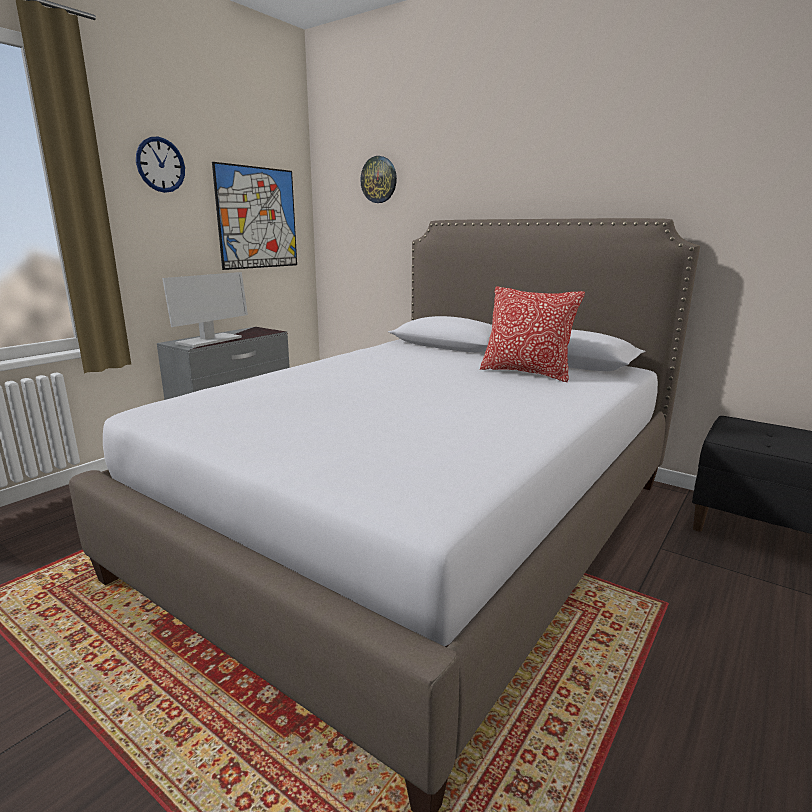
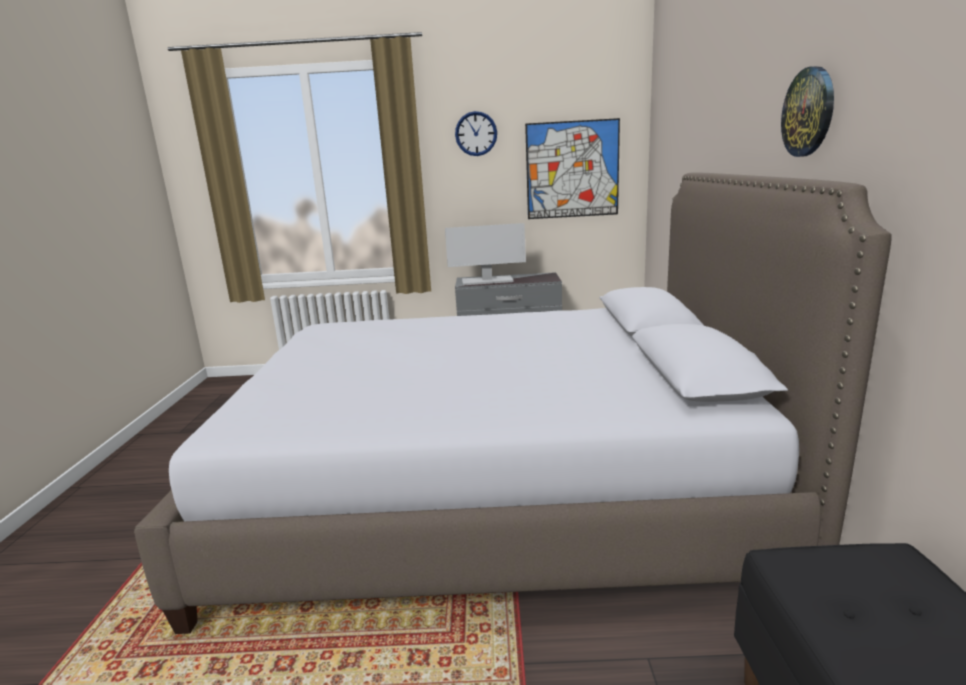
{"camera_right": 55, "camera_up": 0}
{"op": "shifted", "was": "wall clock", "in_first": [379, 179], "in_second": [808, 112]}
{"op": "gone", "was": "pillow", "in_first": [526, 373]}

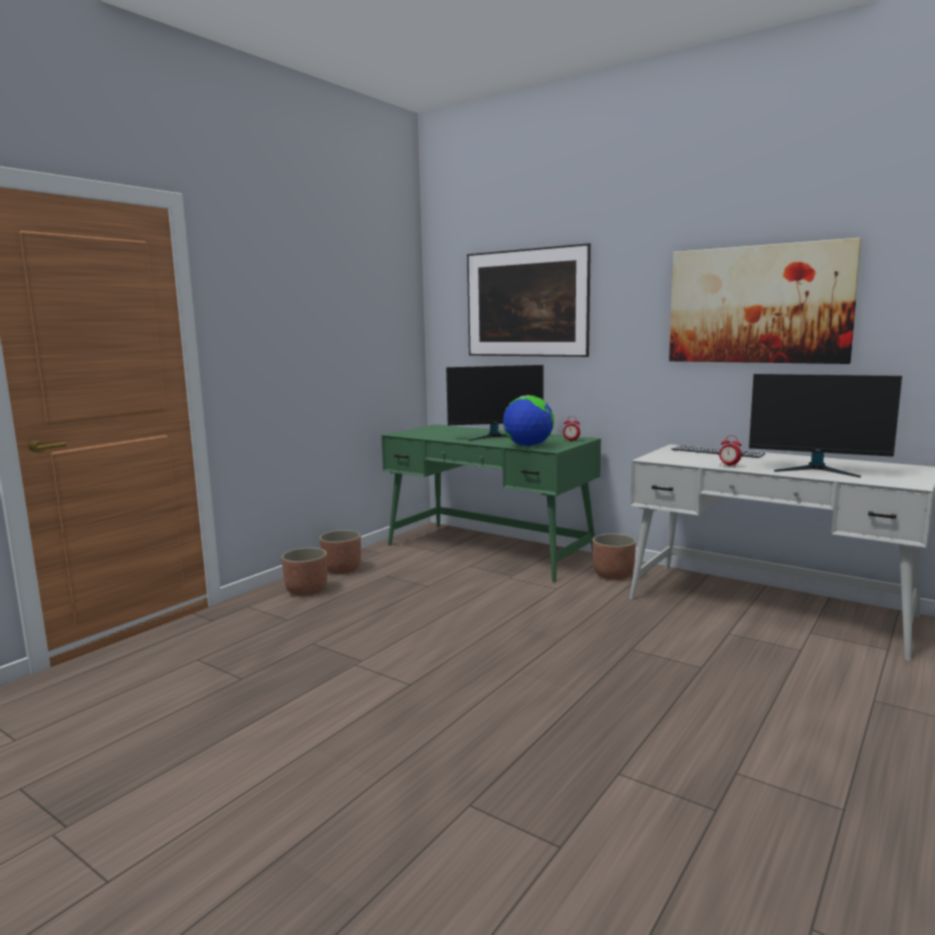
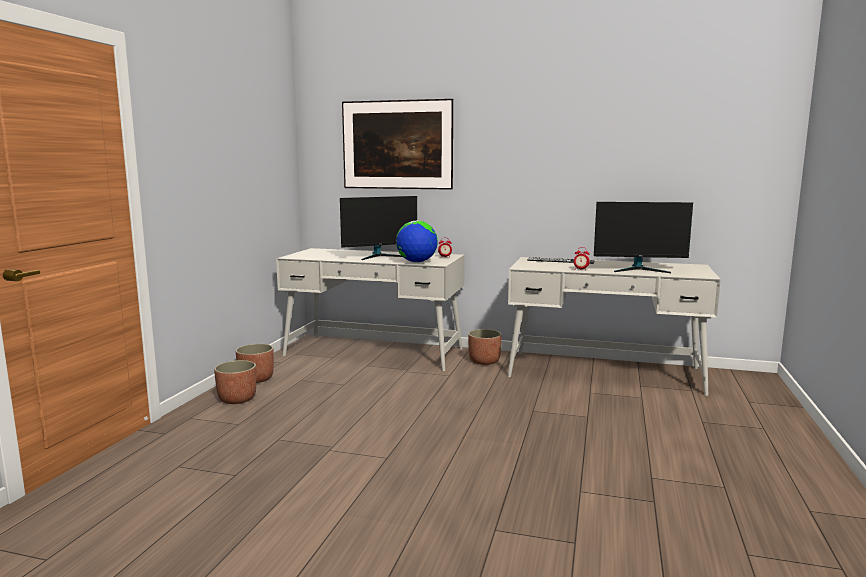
{"camera_right": -20, "camera_up": 0}
{"op": "repainted", "was": "green desk", "now": "white desk", "in_first": [489, 550], "in_second": [374, 352]}
{"op": "gone", "was": "picture", "in_first": [758, 304]}

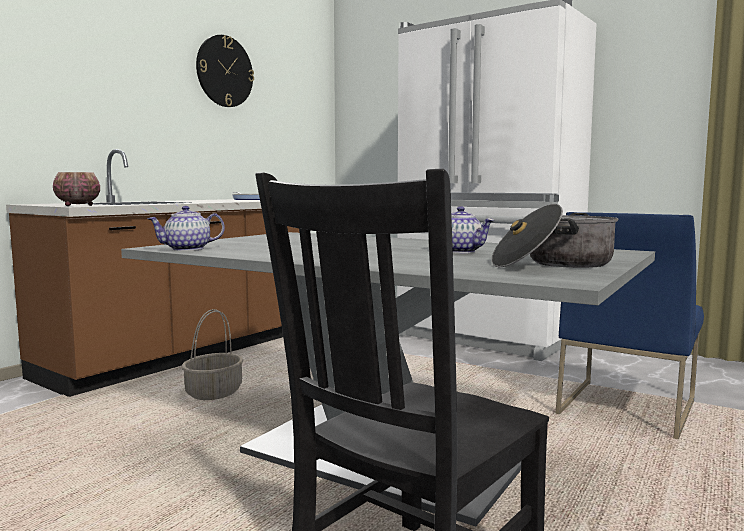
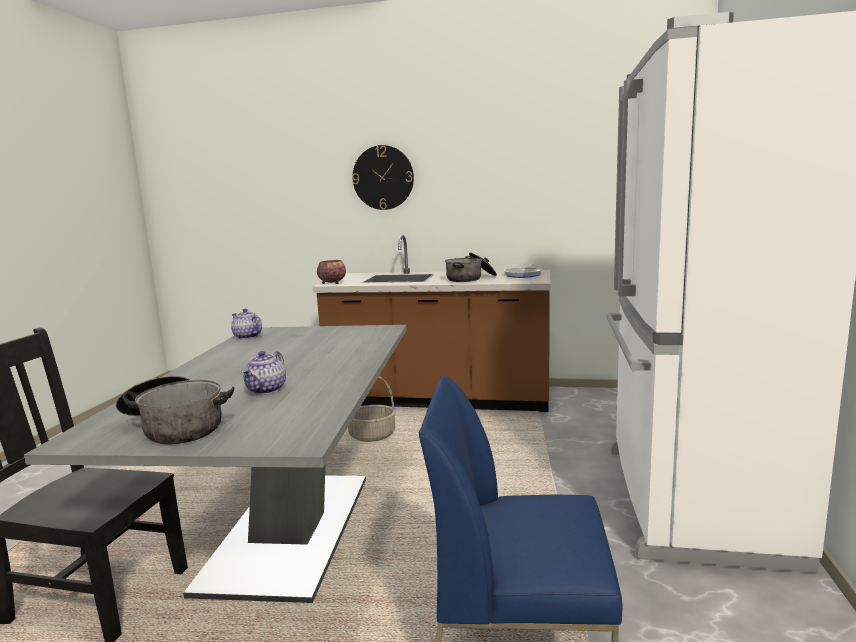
{"camera_right": 65, "camera_up": 5}
{"op": "shifted", "was": "wall clock", "in_first": [224, 71], "in_second": [383, 177]}
{"op": "new", "now": "cooking pot", "in_second": [471, 278]}

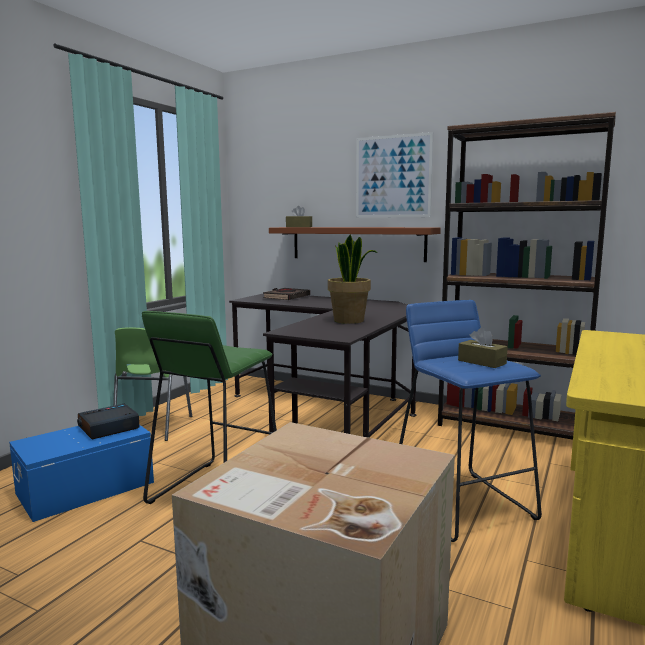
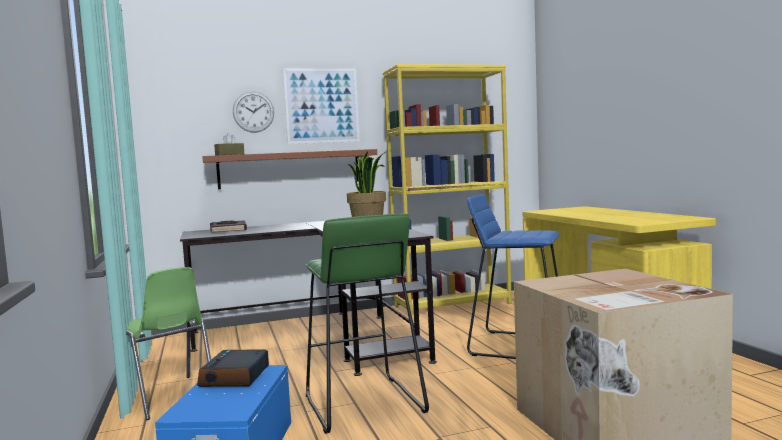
{"camera_right": -45, "camera_up": -5}
{"op": "repainted", "was": "brown bookcase", "now": "yellow bookcase", "in_first": [511, 427], "in_second": [452, 305]}
{"op": "gone", "was": "brown tissue box", "in_first": [481, 362]}
{"op": "new", "now": "wall clock", "in_second": [253, 112]}

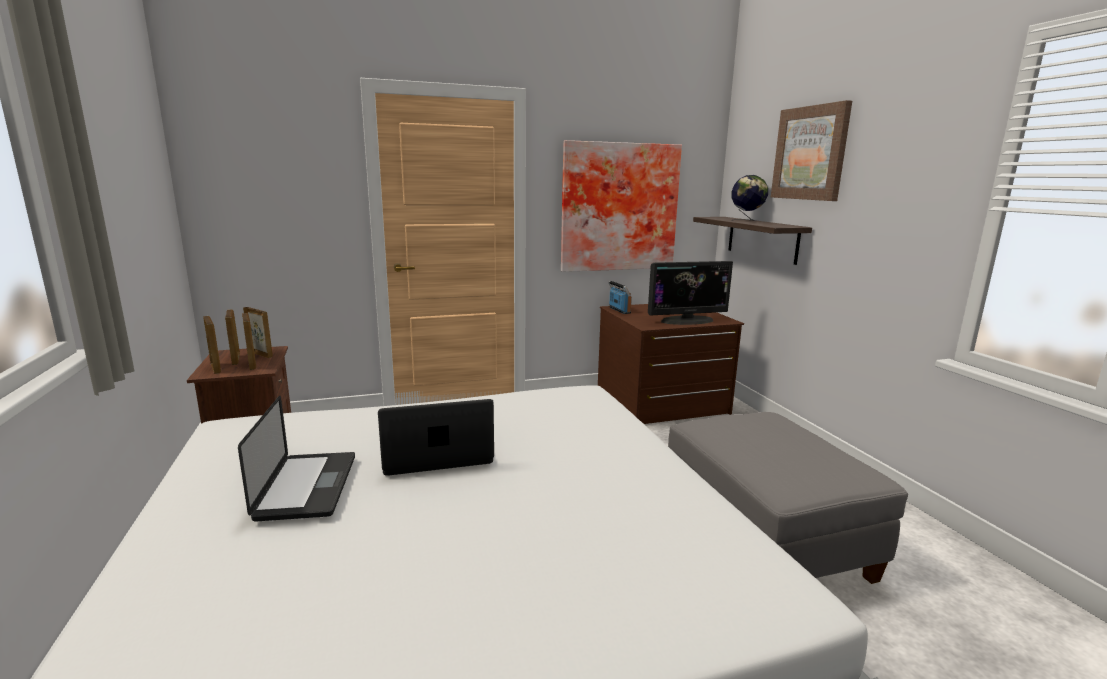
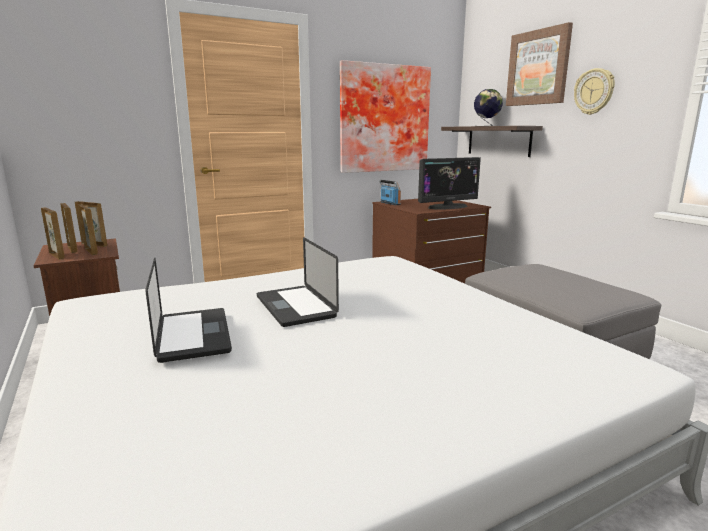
{"camera_right": -10, "camera_up": 0}
{"op": "rotated", "was": "laptop", "in_first": [437, 456], "in_second": [295, 307], "clockwise": -90}
{"op": "new", "now": "wall clock", "in_second": [594, 91]}

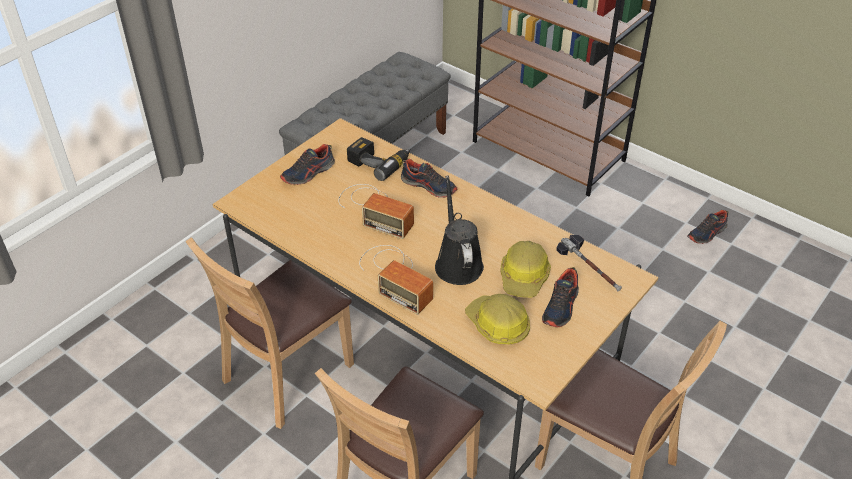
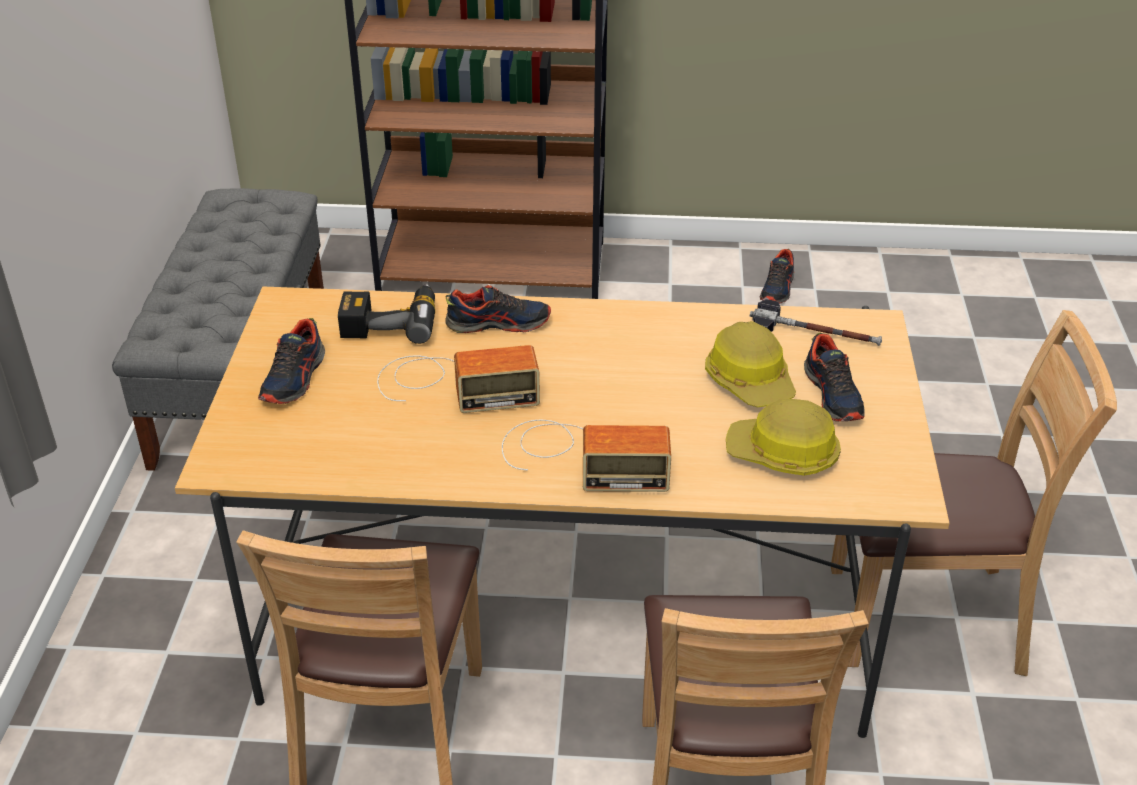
{"camera_right": -35, "camera_up": -5}
{"op": "gone", "was": "black watering can", "in_first": [457, 263]}

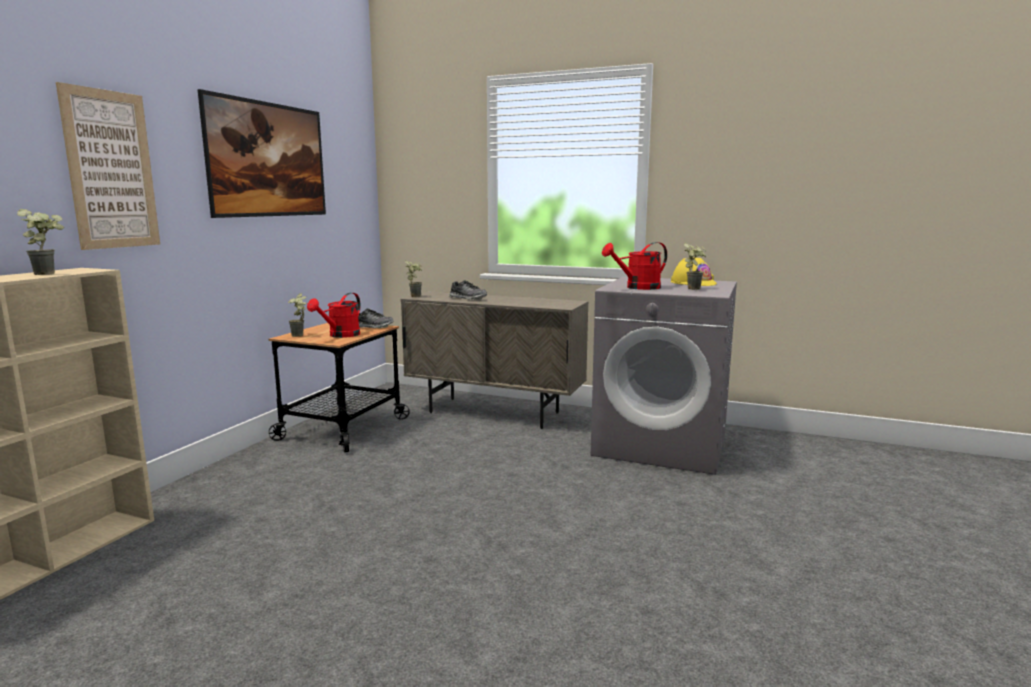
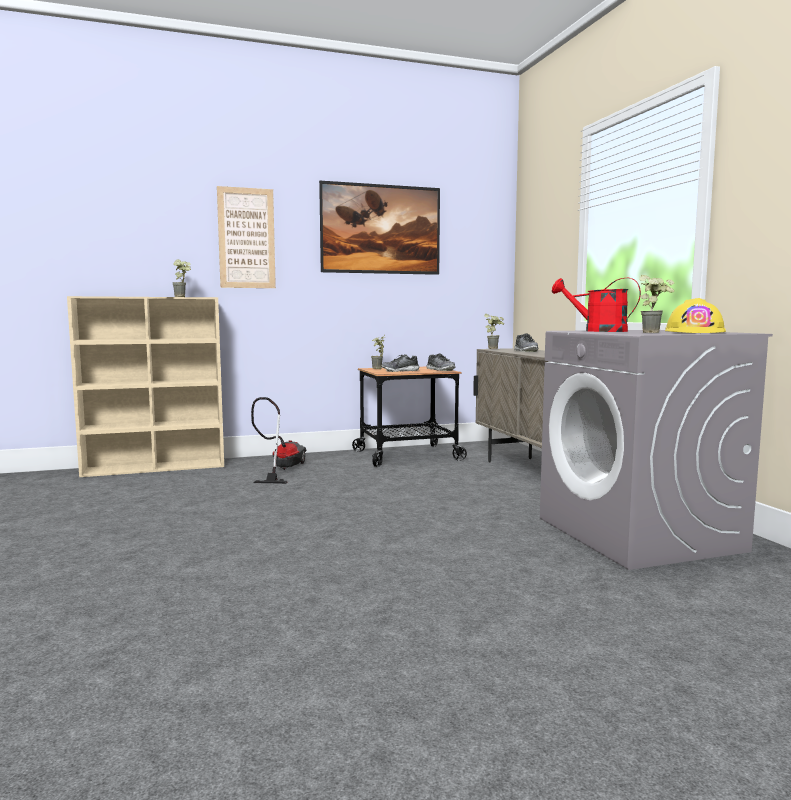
{"camera_right": 50, "camera_up": -5}
{"op": "swapped", "was": "red watering can", "now": "shoe", "in_first": [340, 335], "in_second": [400, 371]}
{"op": "new", "now": "vacuum cleaner", "in_second": [281, 469]}

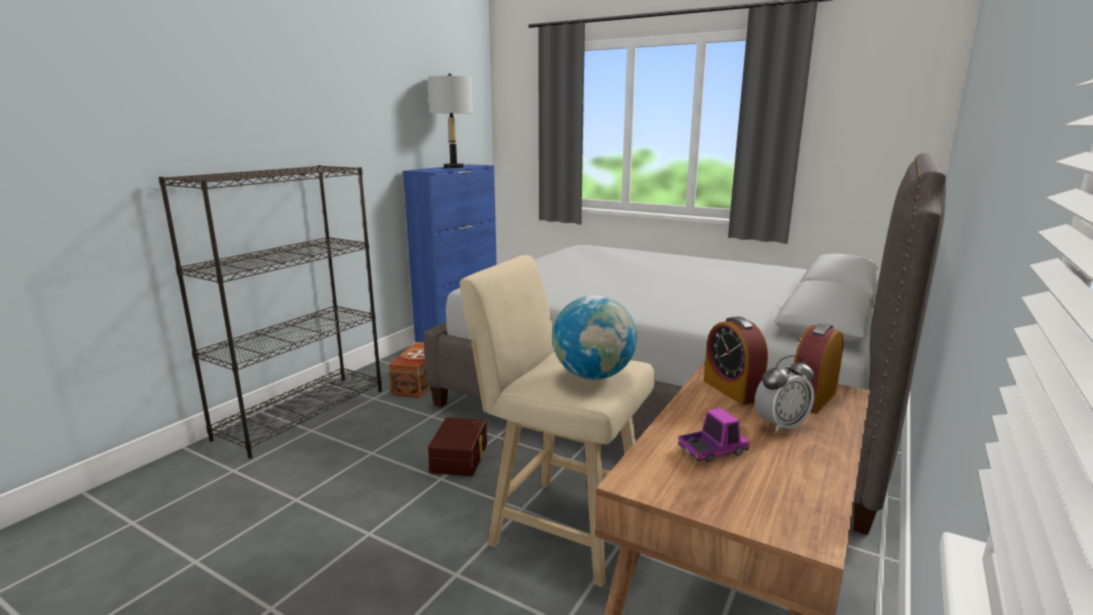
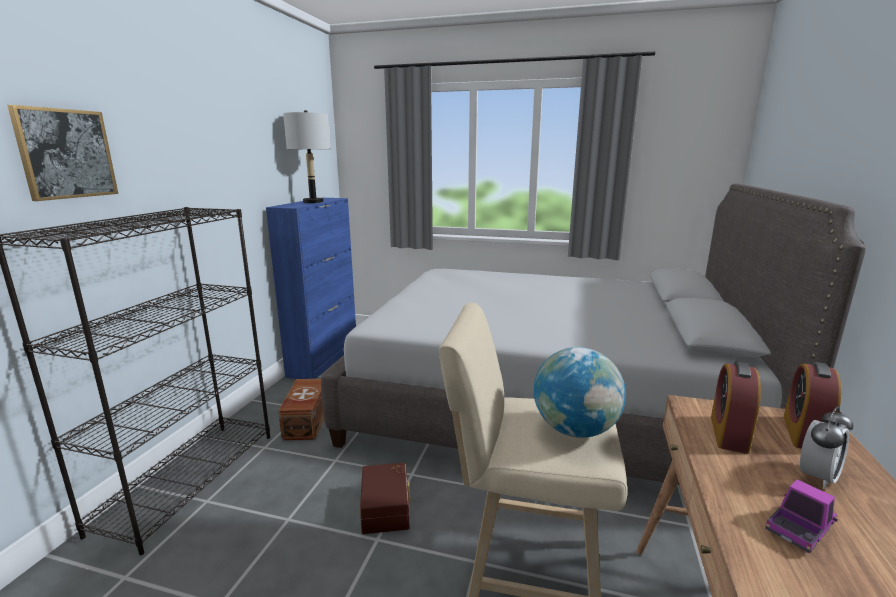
{"camera_right": -15, "camera_up": 0}
{"op": "rotated", "was": "alarm clock", "in_first": [732, 390], "in_second": [728, 433], "clockwise": 60}
{"op": "new", "now": "picture", "in_second": [66, 154]}

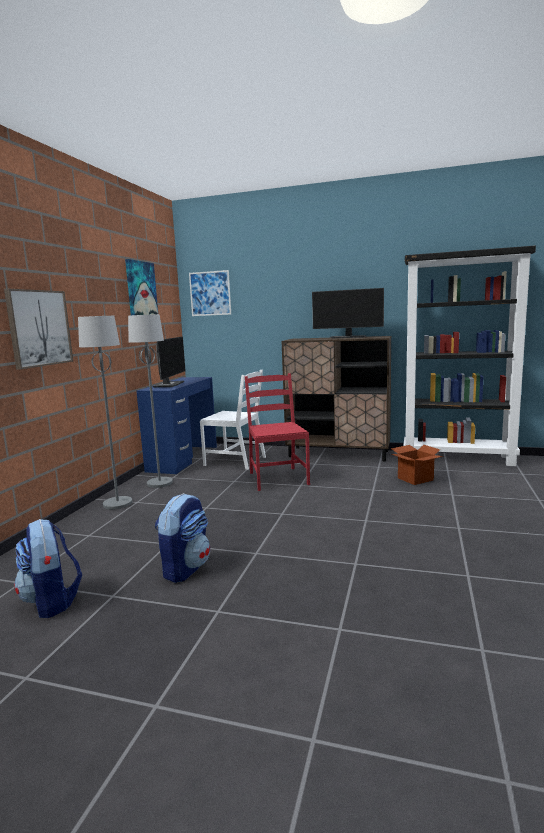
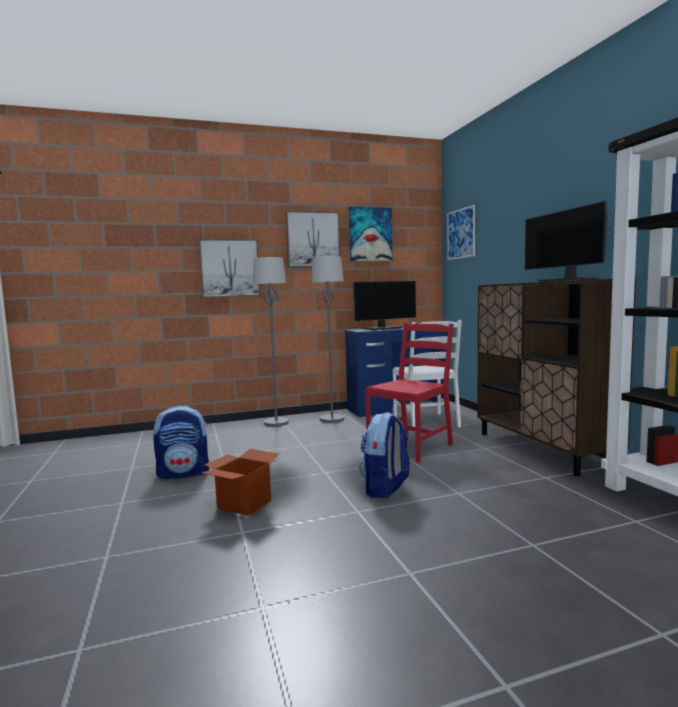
{"camera_right": 55, "camera_up": -5}
{"op": "shifted", "was": "backpack", "in_first": [52, 601], "in_second": [385, 488]}
{"op": "shifted", "was": "cardboard box", "in_first": [415, 479], "in_second": [244, 504]}
{"op": "new", "now": "picture", "in_second": [313, 239]}

